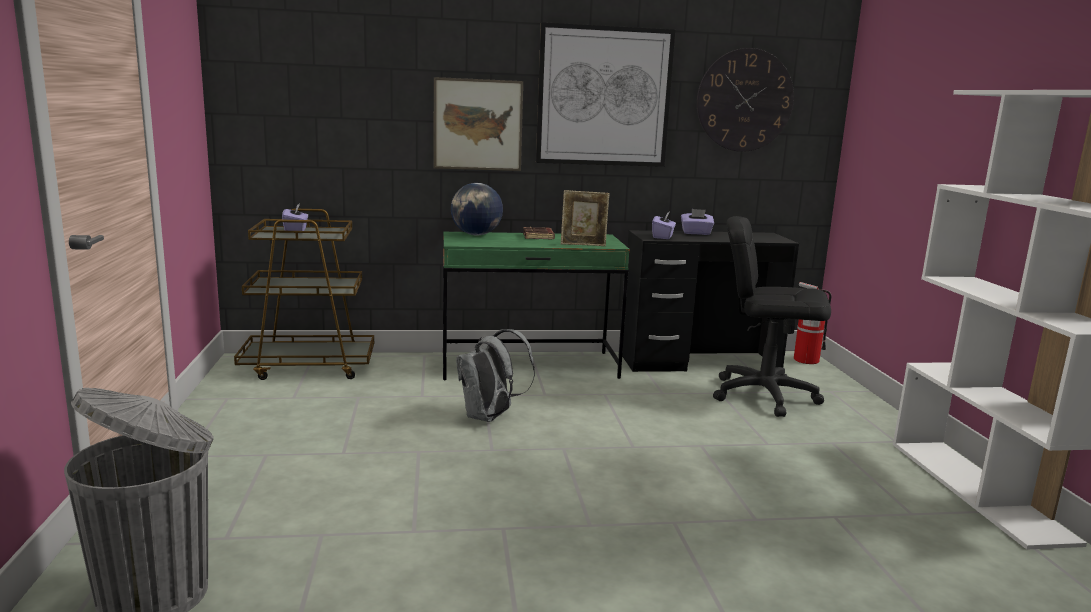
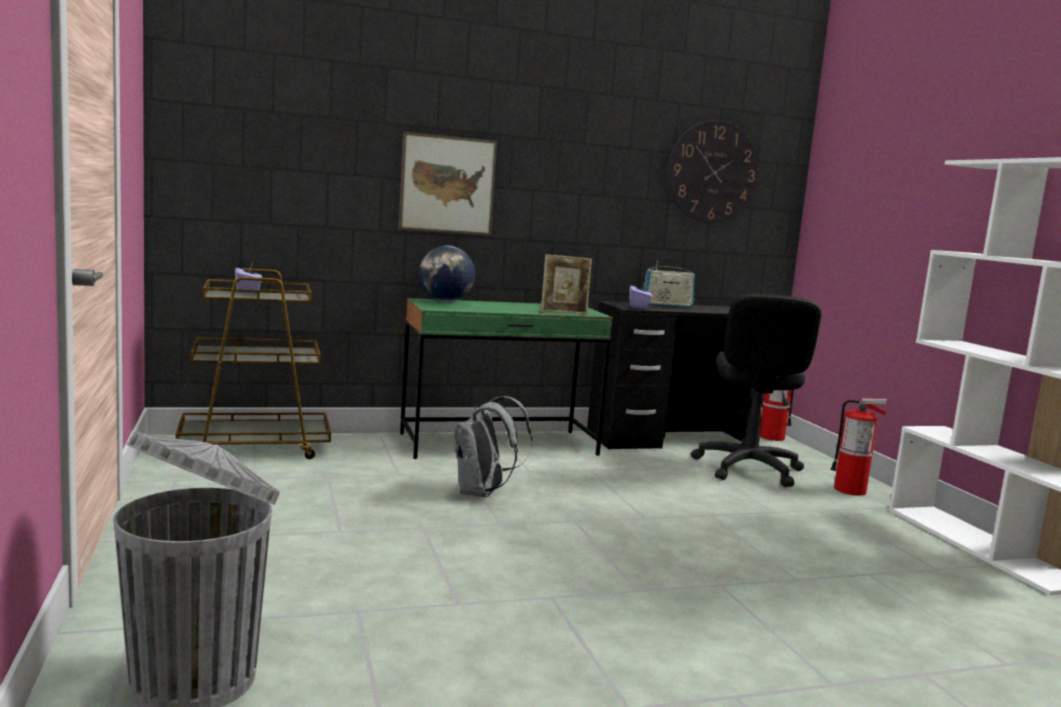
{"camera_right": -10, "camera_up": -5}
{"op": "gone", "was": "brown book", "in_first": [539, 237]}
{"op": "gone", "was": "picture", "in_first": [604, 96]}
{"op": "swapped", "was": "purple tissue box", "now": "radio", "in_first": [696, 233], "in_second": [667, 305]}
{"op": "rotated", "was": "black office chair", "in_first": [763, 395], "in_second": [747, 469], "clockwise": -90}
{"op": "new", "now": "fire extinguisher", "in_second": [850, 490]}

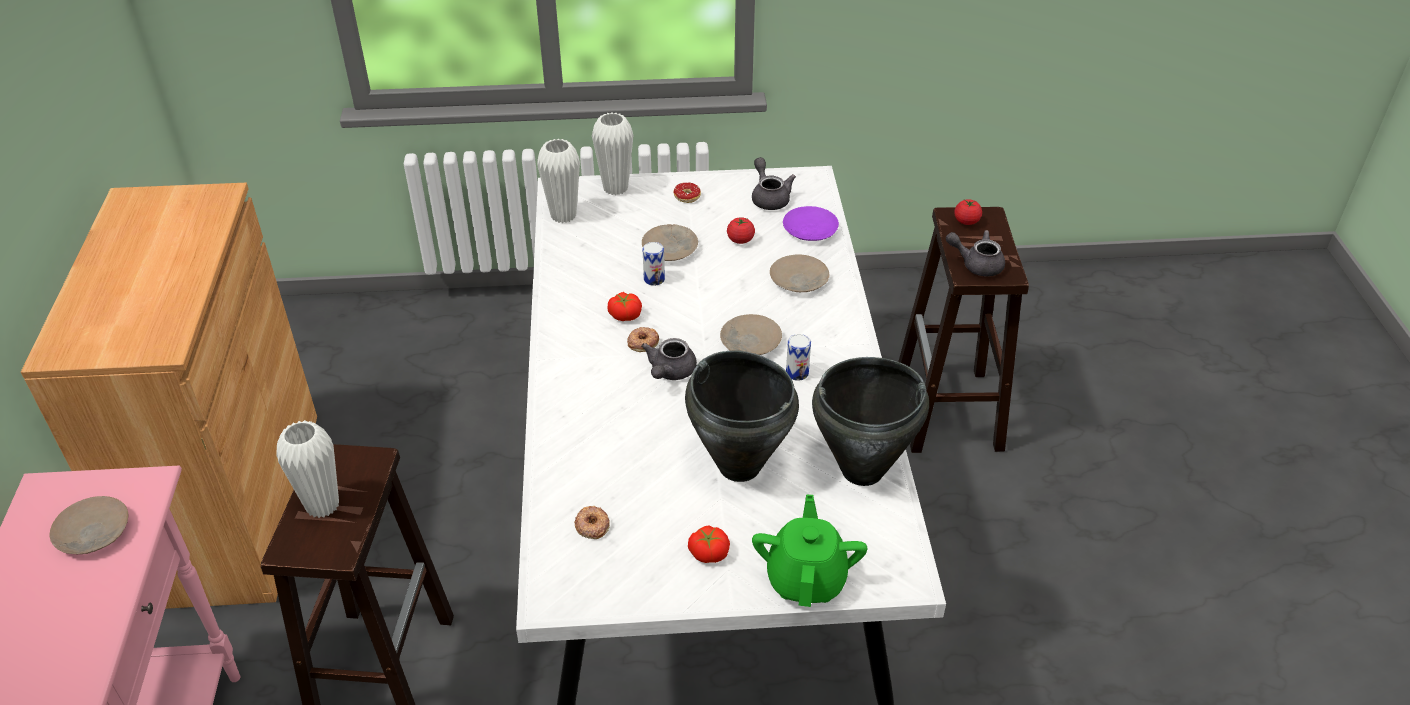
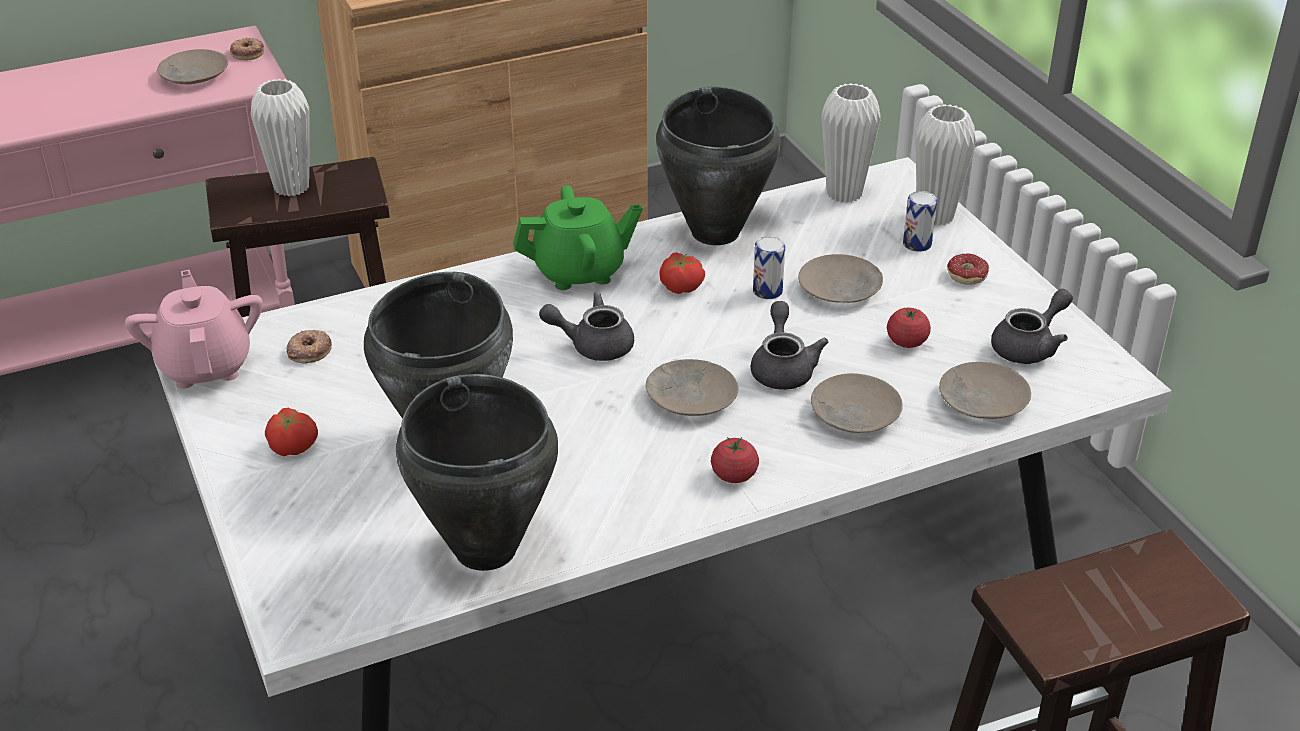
{"camera_right": 70, "camera_up": -5}
{"op": "shifted", "was": "donut", "in_first": [643, 342], "in_second": [247, 52]}
{"op": "shifted", "was": "green teapot", "in_first": [806, 579], "in_second": [579, 271]}
{"op": "repainted", "was": "purple plate", "now": "beige plate", "in_first": [810, 230], "in_second": [982, 401]}
{"op": "shifted", "was": "can", "in_first": [797, 373], "in_second": [917, 244]}
{"op": "shifted", "was": "grey teapot", "in_first": [976, 264], "in_second": [783, 368]}
{"op": "shifted", "was": "tomato", "in_first": [966, 221], "in_second": [734, 475]}
{"op": "new", "now": "pink teapot", "in_second": [205, 365]}
{"op": "new", "now": "black cooking pot", "in_second": [716, 231]}

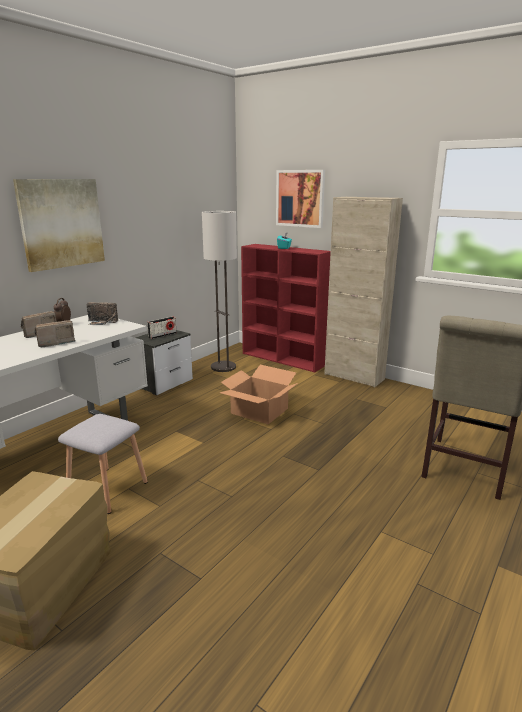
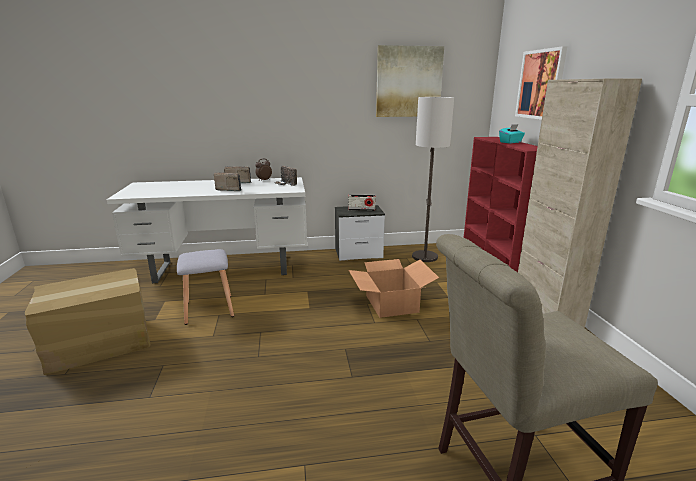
{"camera_right": 45, "camera_up": 0}
{"op": "shifted", "was": "picture", "in_first": [61, 223], "in_second": [408, 82]}

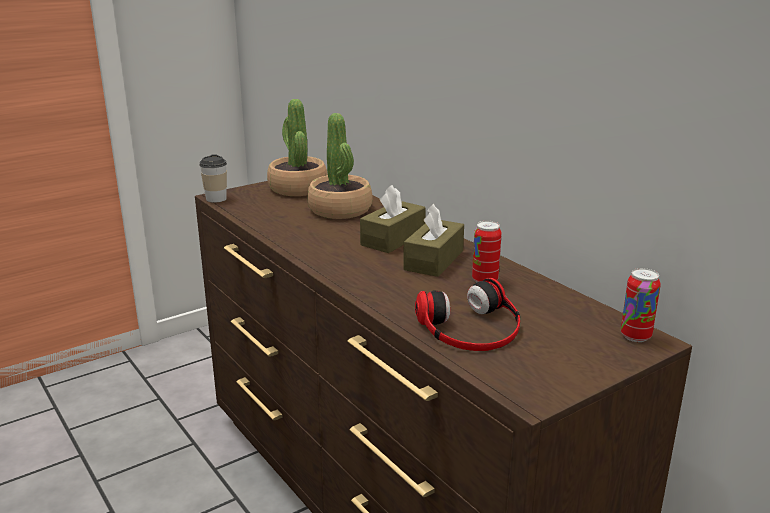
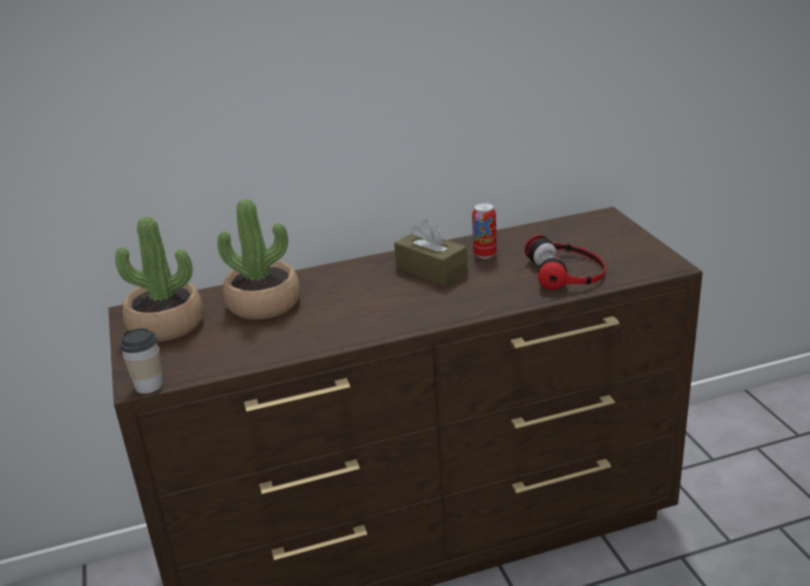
{"camera_right": -70, "camera_up": 5}
{"op": "gone", "was": "brown tissue box", "in_first": [393, 239]}
{"op": "gone", "was": "can", "in_first": [635, 336]}

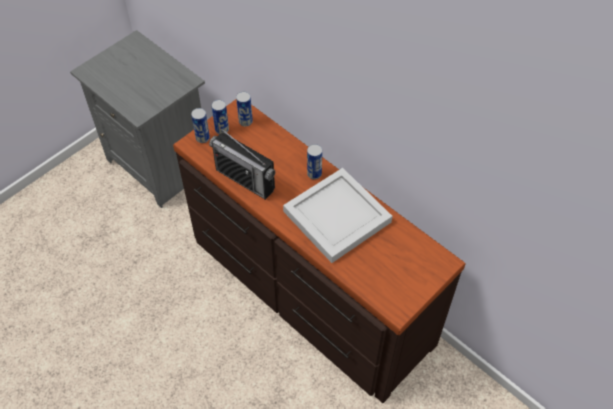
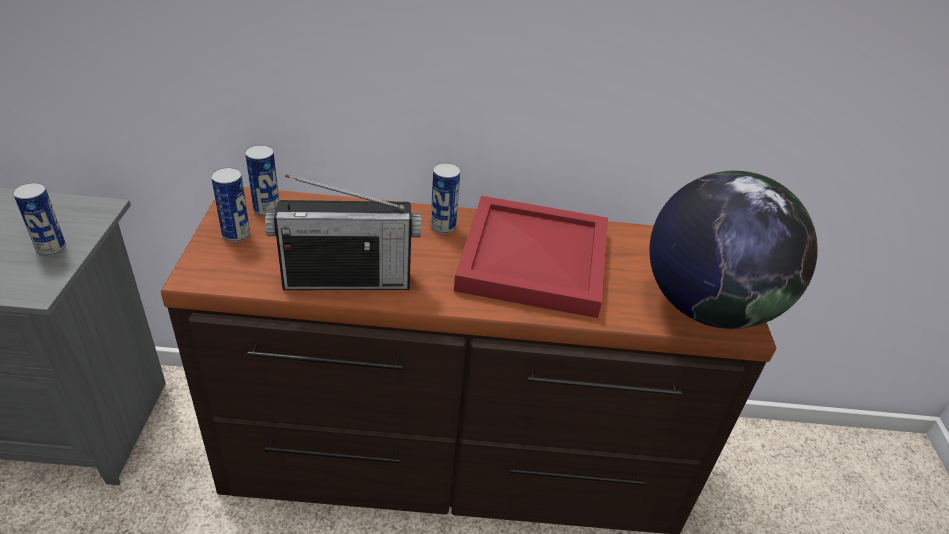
{"camera_right": -45, "camera_up": -15}
{"op": "shifted", "was": "can", "in_first": [202, 138], "in_second": [51, 248]}
{"op": "repainted", "was": "white tray", "now": "red tray", "in_first": [338, 217], "in_second": [536, 259]}
{"op": "new", "now": "globe", "in_second": [707, 307]}

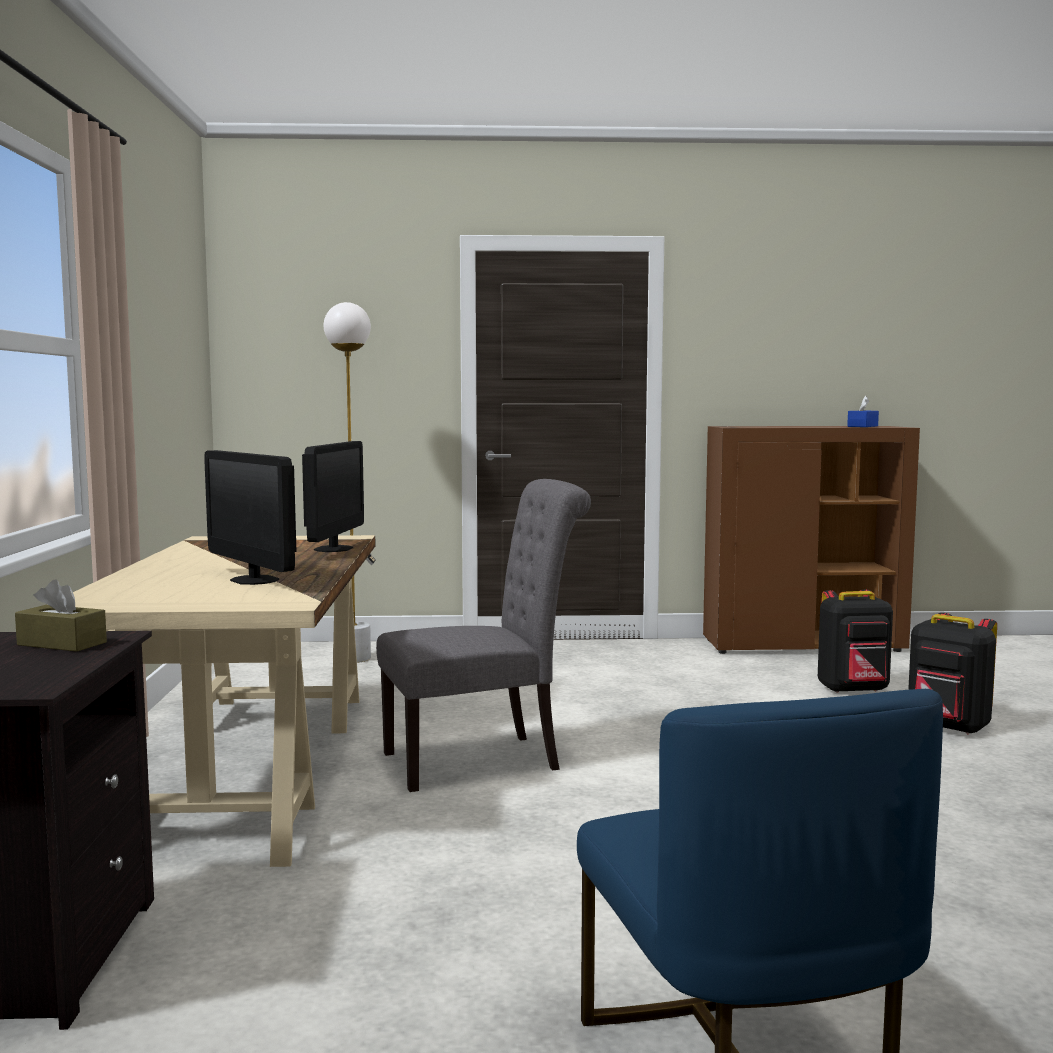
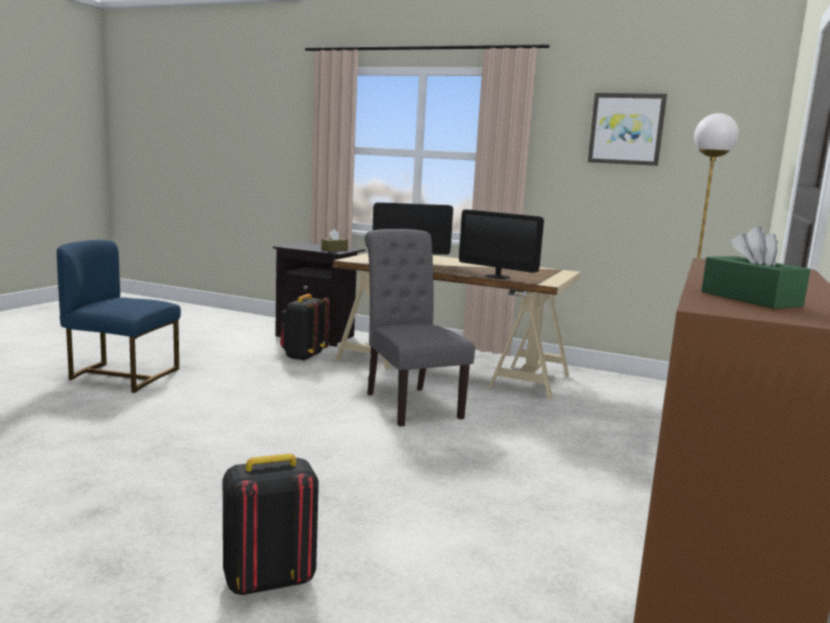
{"camera_right": 115, "camera_up": 5}
{"op": "rotated", "was": "grey chair", "in_first": [482, 760], "in_second": [409, 403], "clockwise": 150}
{"op": "shifted", "was": "black backpack", "in_first": [853, 690], "in_second": [303, 357]}
{"op": "repainted", "was": "blue tissue box", "now": "green tissue box", "in_first": [862, 426], "in_second": [750, 299]}
{"op": "new", "now": "picture", "in_second": [626, 129]}

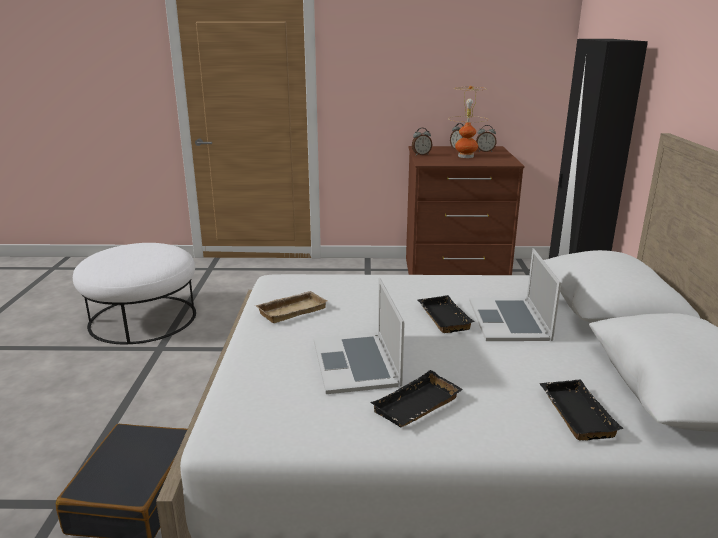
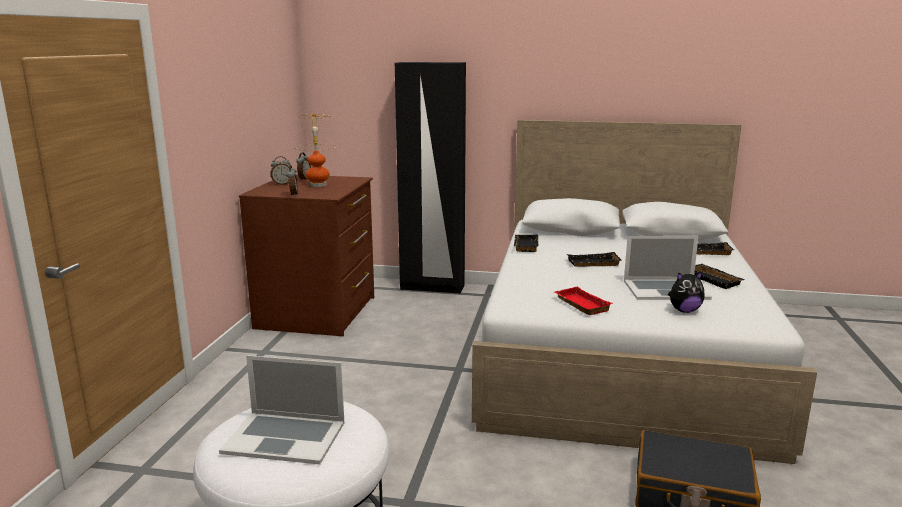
{"camera_right": -80, "camera_up": -5}
{"op": "repainted", "was": "beige tray", "now": "red tray", "in_first": [292, 310], "in_second": [580, 304]}
{"op": "shifted", "was": "laptop", "in_first": [509, 319], "in_second": [285, 437]}
{"op": "new", "now": "black tray", "in_second": [524, 246]}
{"op": "new", "now": "plush toy", "in_second": [684, 310]}

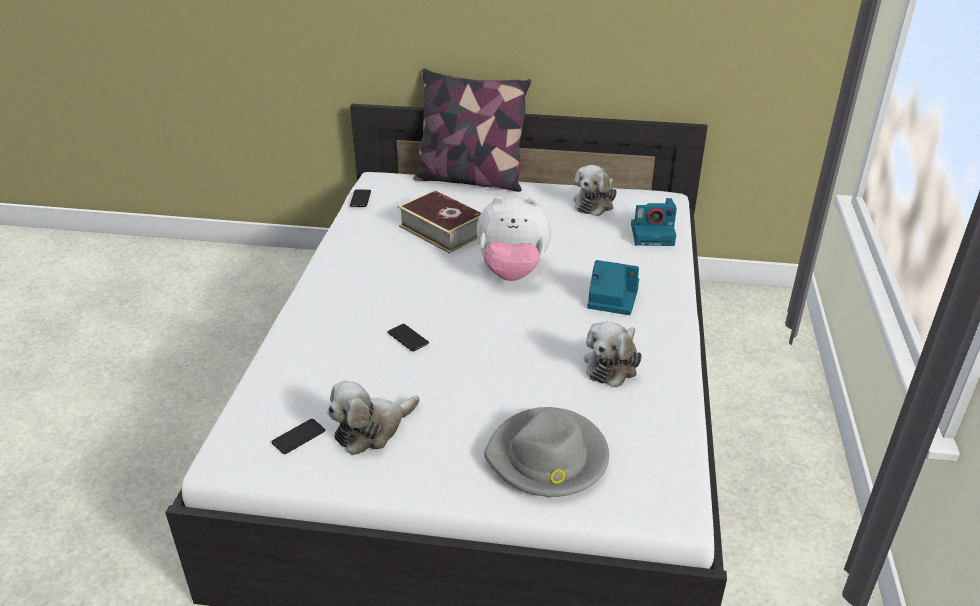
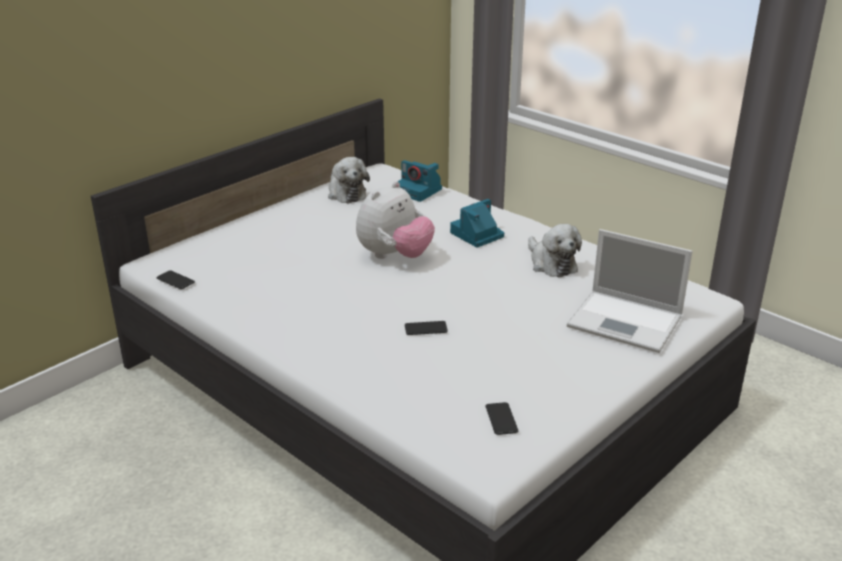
{"camera_right": -55, "camera_up": -5}
{"op": "gone", "was": "plush toy", "in_first": [371, 429]}
{"op": "gone", "was": "book", "in_first": [442, 230]}
{"op": "gone", "was": "pillow", "in_first": [470, 179]}
{"op": "swapped", "was": "grey hat", "now": "laptop", "in_first": [548, 457], "in_second": [627, 322]}
{"op": "rotated", "was": "photo camera", "in_first": [653, 234], "in_second": [419, 191], "clockwise": 90}

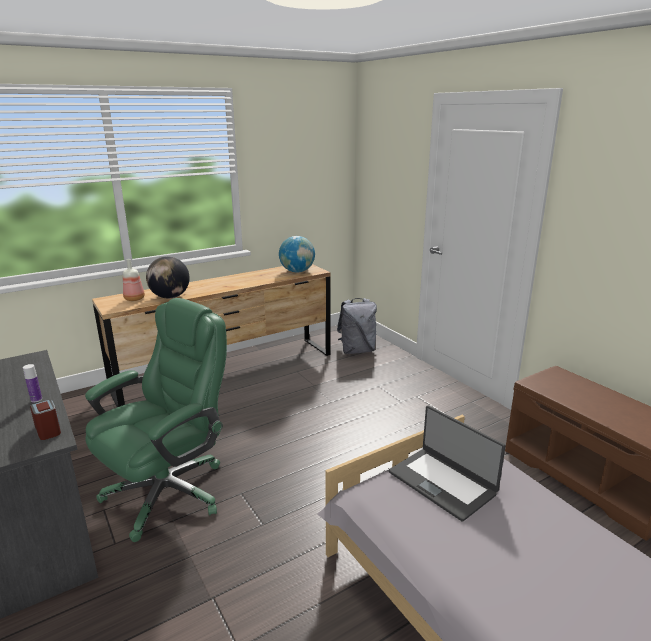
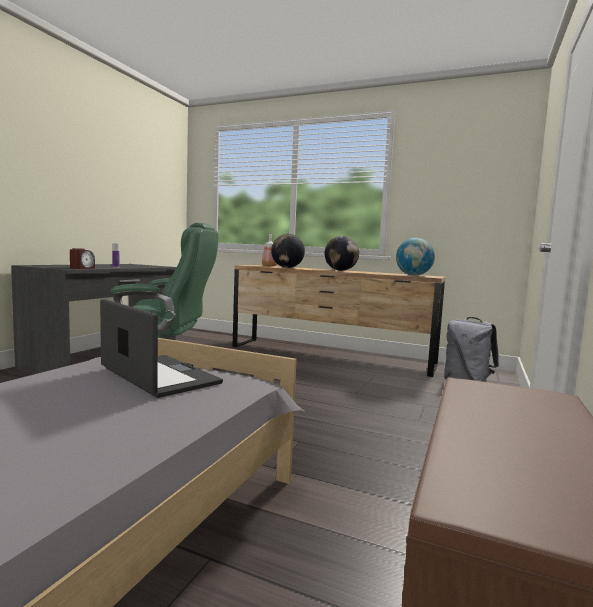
{"camera_right": 55, "camera_up": -15}
{"op": "rotated", "was": "laptop", "in_first": [442, 482], "in_second": [157, 376], "clockwise": 120}
{"op": "new", "now": "globe", "in_second": [340, 270]}

